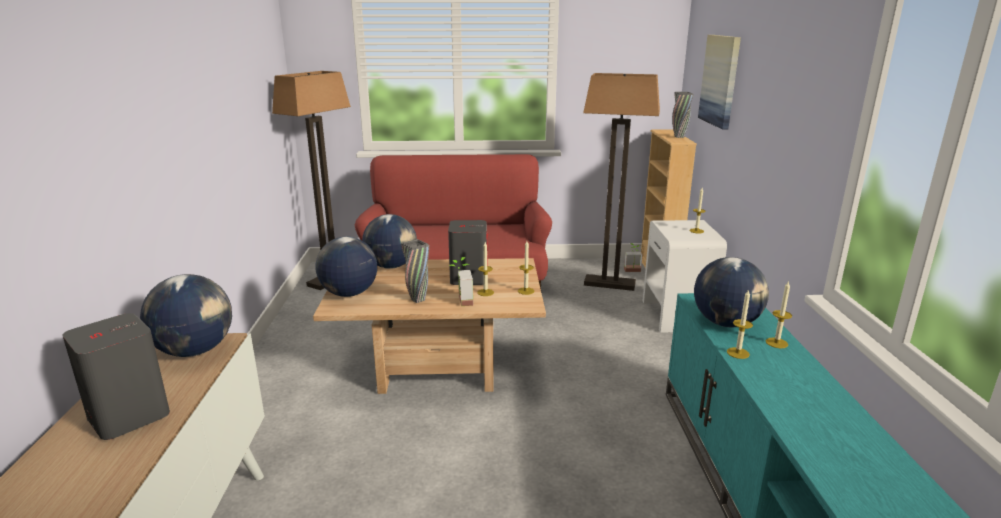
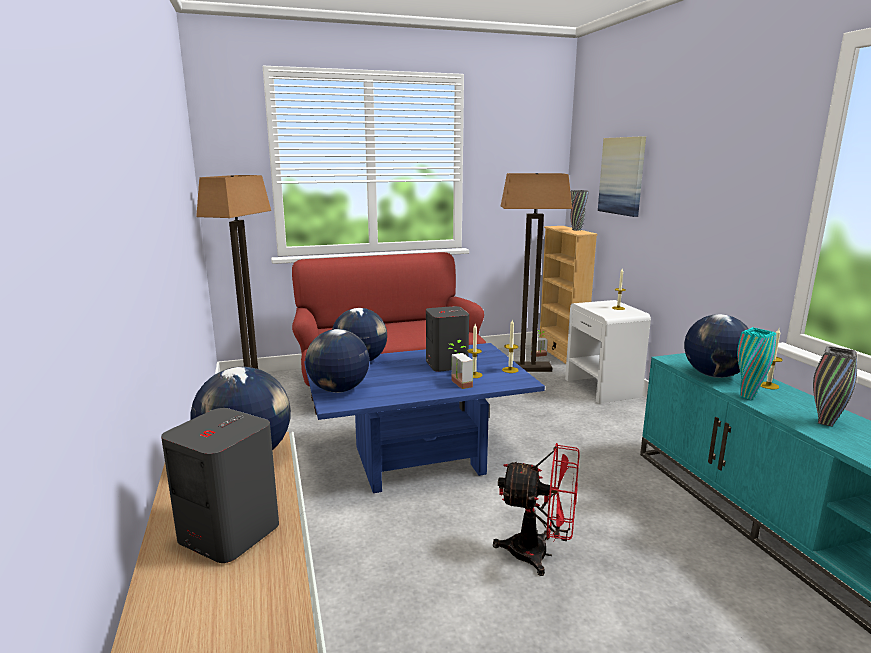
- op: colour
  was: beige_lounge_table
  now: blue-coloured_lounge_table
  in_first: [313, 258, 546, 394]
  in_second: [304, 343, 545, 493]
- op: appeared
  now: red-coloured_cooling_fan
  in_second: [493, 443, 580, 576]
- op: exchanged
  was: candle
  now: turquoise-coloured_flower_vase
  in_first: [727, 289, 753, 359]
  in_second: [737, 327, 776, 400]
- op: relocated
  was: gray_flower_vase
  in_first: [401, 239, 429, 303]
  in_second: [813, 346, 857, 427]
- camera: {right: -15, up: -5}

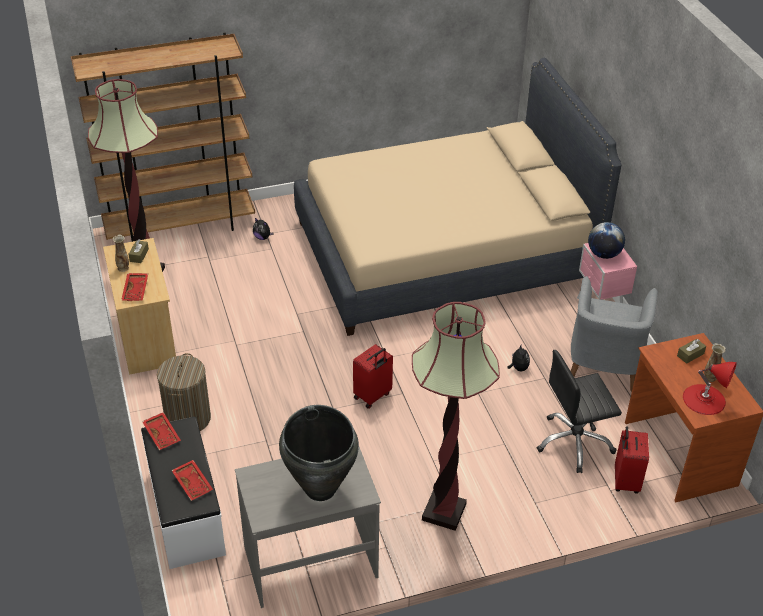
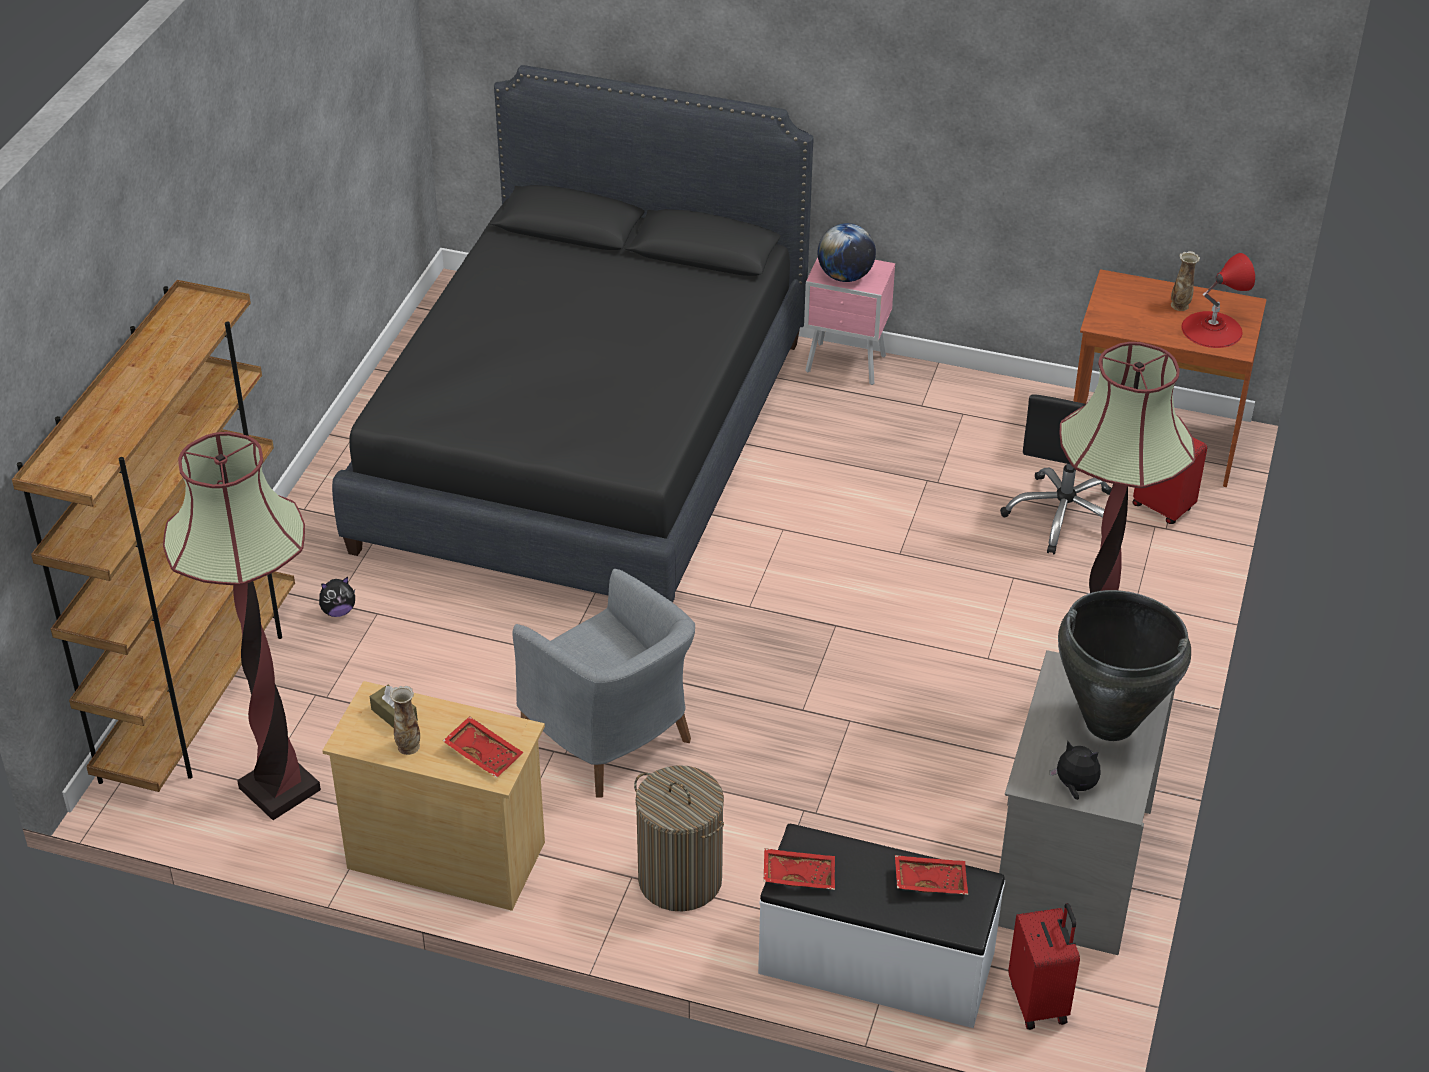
- op: colour
  was: beige_sleeping_bed
  now: black_sleeping_bed
  in_first: [294, 58, 621, 336]
  in_second: [332, 65, 814, 602]
- op: relocated
  was: gray_lounge_chair
  in_first: [571, 276, 658, 392]
  in_second: [513, 569, 695, 798]
- op: relocated
  was: red-coloured_piece_of_luggage
  in_first: [353, 344, 393, 409]
  in_second: [1008, 903, 1080, 1030]
- op: relocated
  was: soft_toy
  in_first: [507, 344, 530, 371]
  in_second: [1050, 741, 1101, 800]
- op: missing
  was: brown_tissue_box
  in_first: [677, 339, 706, 364]
- camera: {right: -55, up: 0}

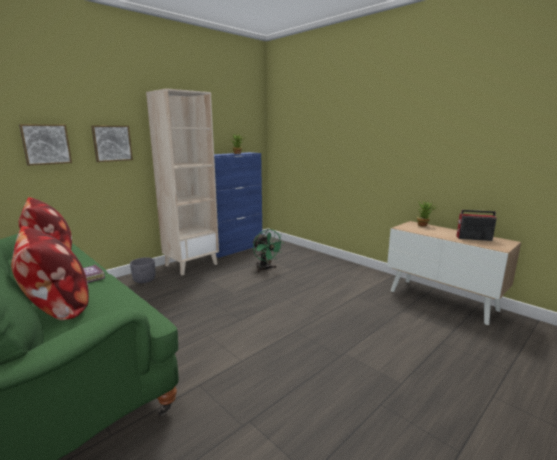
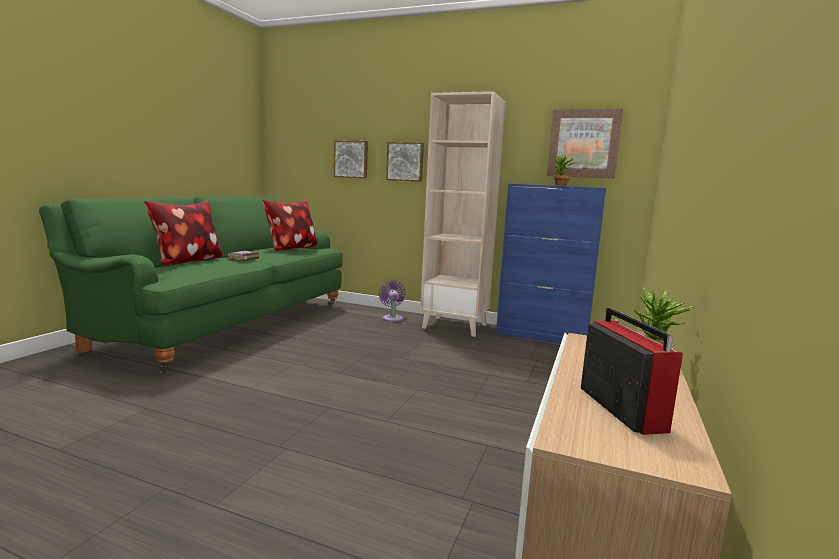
- op: exchanged
  was: gray_plant_pot
  now: purplish_cooling_fan
  in_first: [130, 257, 155, 283]
  in_second: [379, 280, 406, 322]
- op: appeared
  now: picture
  in_second: [547, 109, 623, 178]
- op: missing
  was: green-coloured_cooling_fan
  in_first: [253, 229, 284, 273]
- camera: {right: 65, up: -5}

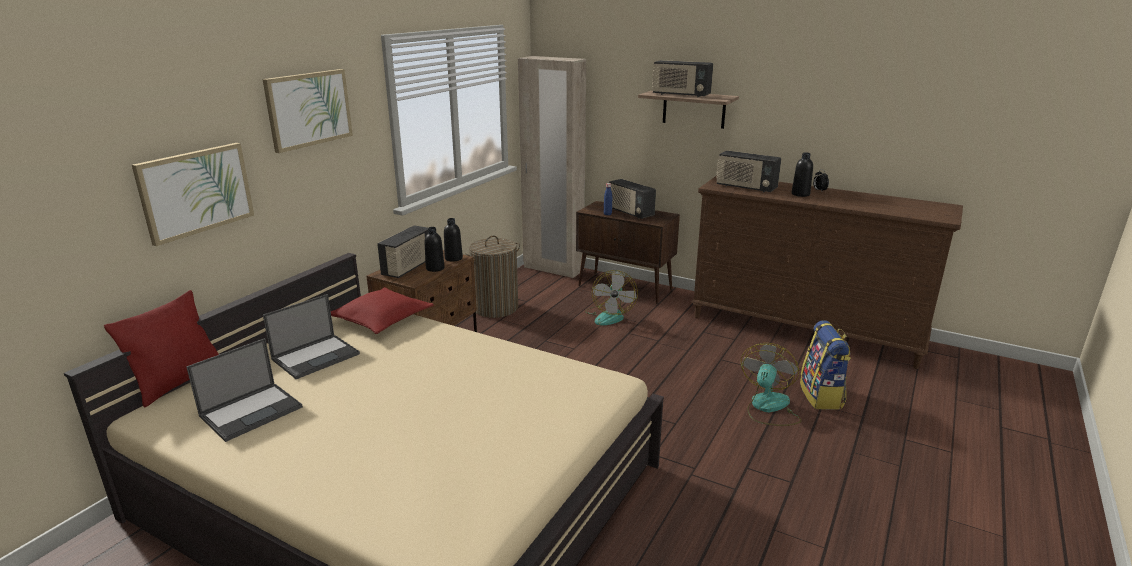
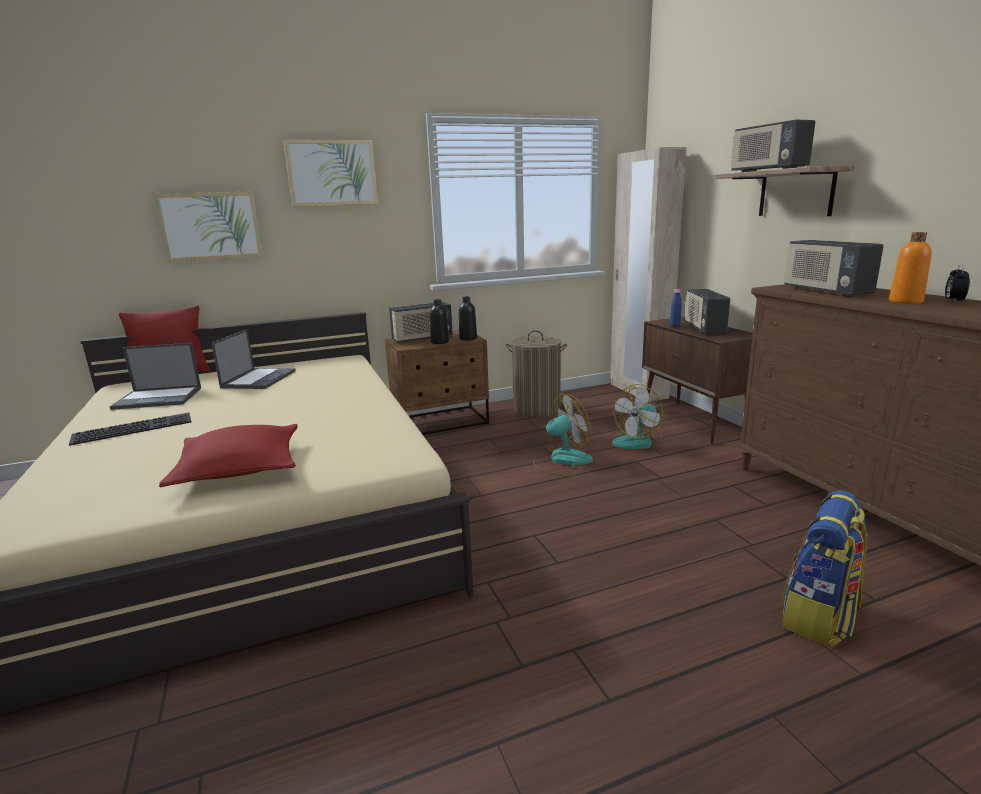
- op: appeared
  now: keyboard
  in_second: [69, 413, 192, 446]
- op: relocated
  was: red-coloured_cushion
  in_first: [331, 287, 434, 334]
  in_second: [159, 424, 298, 487]
- op: spun
  was: notebook_computer
  in_first: [263, 294, 360, 379]
  in_second: [211, 329, 296, 389]
  clockwise: -75
- op: relocated
  was: cooling_fan
  in_first: [741, 343, 802, 426]
  in_second: [533, 394, 593, 477]
- op: colour
  was: black_drink_bottle
  now: orangey_drink_bottle
  in_first: [792, 152, 813, 197]
  in_second: [889, 232, 932, 304]
- camera: {right: 40, up: -5}

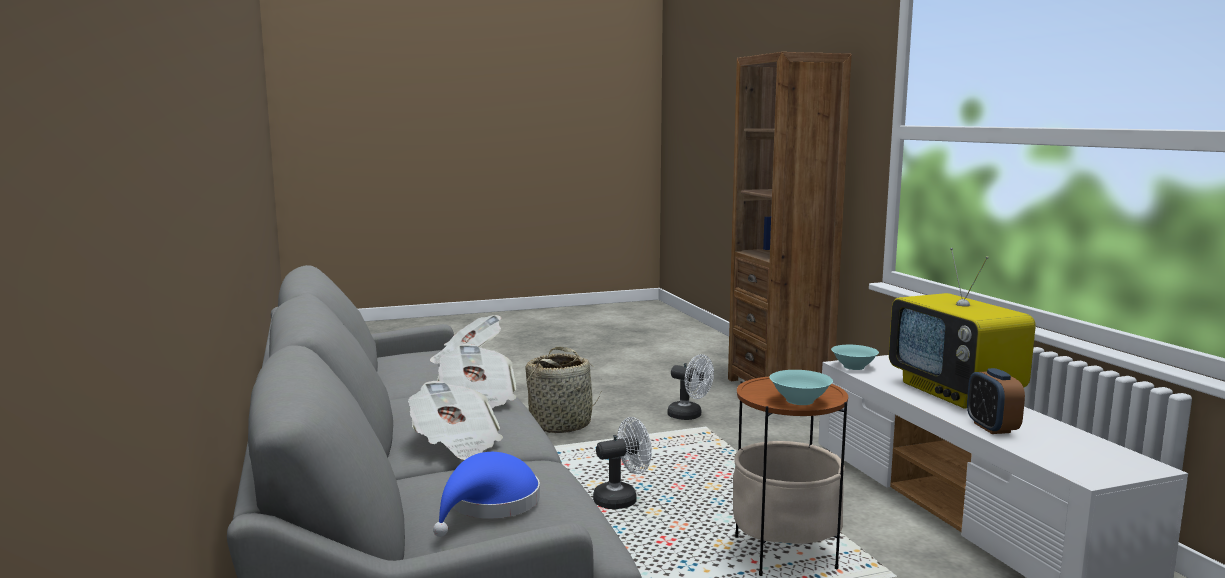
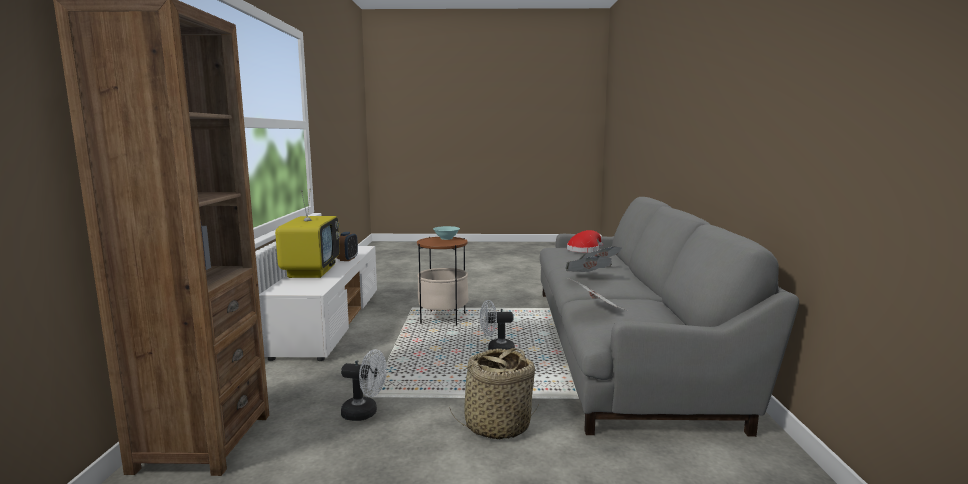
- op: spun
  was: whitish_cooling_fan
  in_first: [667, 354, 714, 420]
  in_second: [341, 349, 387, 421]
  clockwise: 135
- op: colour
  was: blue-coloured_wearable_hat
  now: red-coloured_wearable_hat
  in_first: [433, 452, 540, 537]
  in_second: [567, 230, 603, 253]
- op: missing
  was: turquoise-coloured_deep_dish
  in_first: [831, 345, 879, 370]
- camera: {right: -160, up: 0}

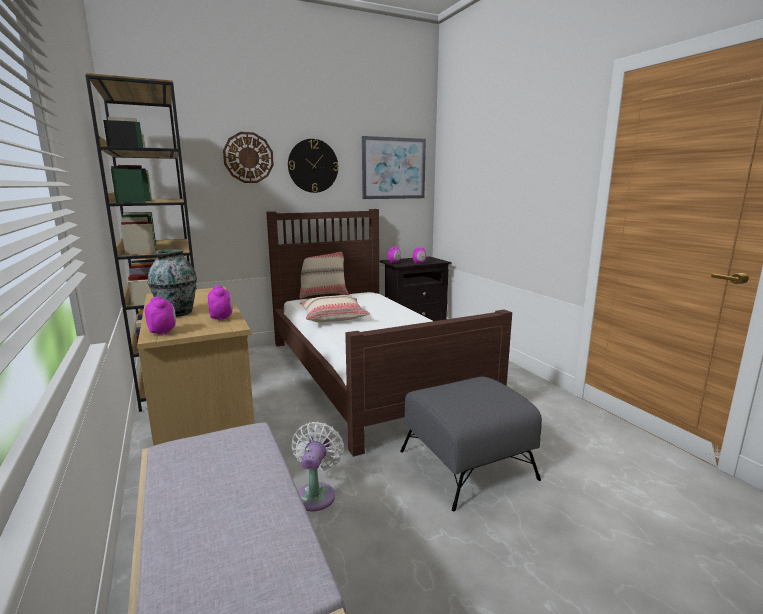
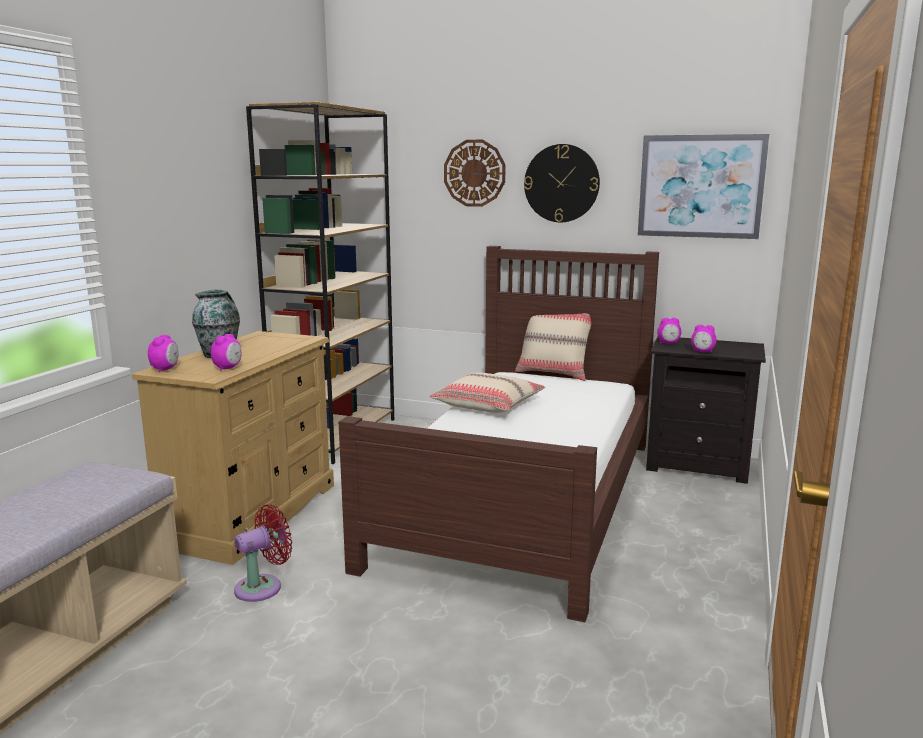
- op: colour
  was: whitish_cooling_fan
  now: red-coloured_cooling_fan
  in_first: [292, 422, 344, 512]
  in_second: [234, 504, 292, 602]
- op: missing
  was: gray_ottoman
  in_first: [400, 377, 542, 511]
- camera: {right: 45, up: 0}

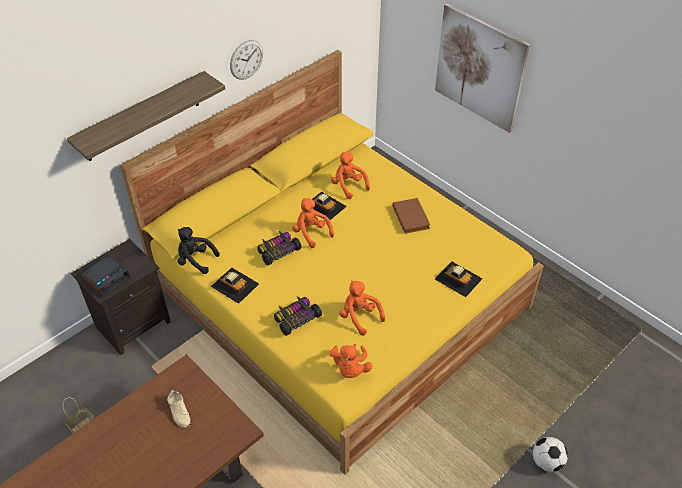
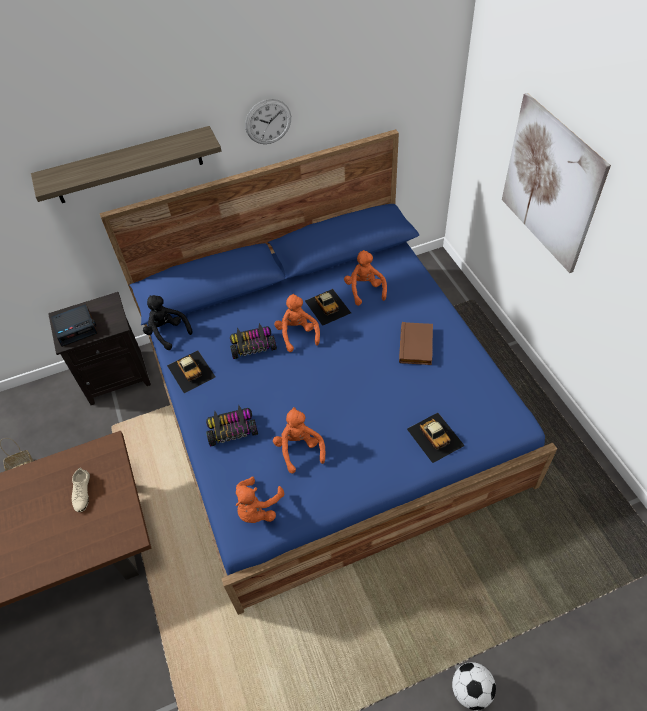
- op: colour
  was: yellow_sleeping_bed
  now: blue-coloured_sleeping_bed
  in_first: [120, 50, 544, 475]
  in_second: [100, 129, 557, 615]
- camera: {right: 25, up: 5}

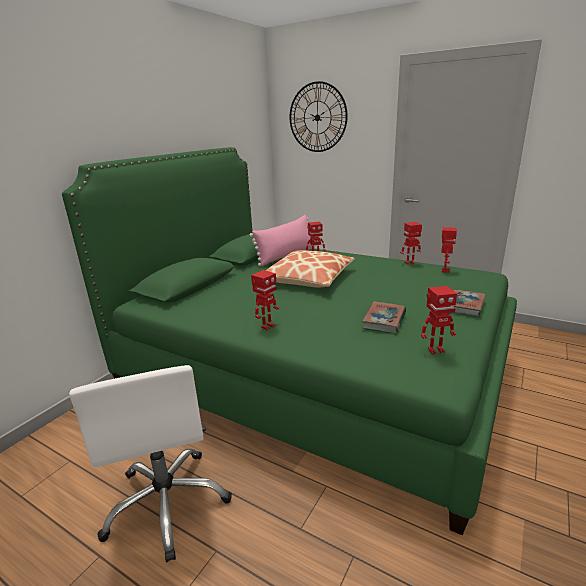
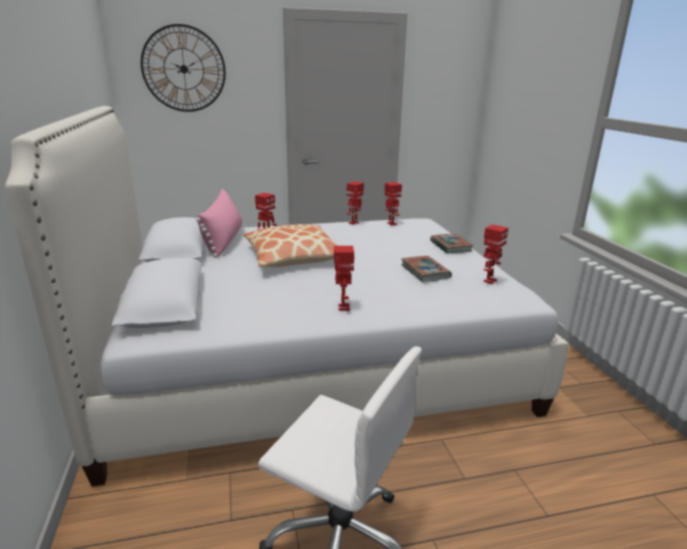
- op: colour
  was: green-coloured_sleeping_bed
  now: whitish_sleeping_bed
  in_first: [62, 147, 517, 536]
  in_second: [5, 106, 569, 486]
- camera: {right: -45, up: 0}

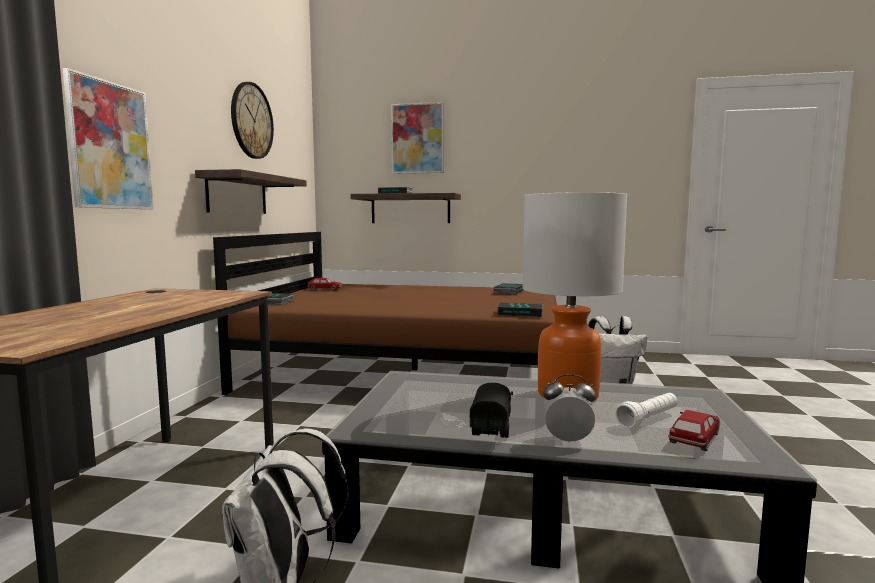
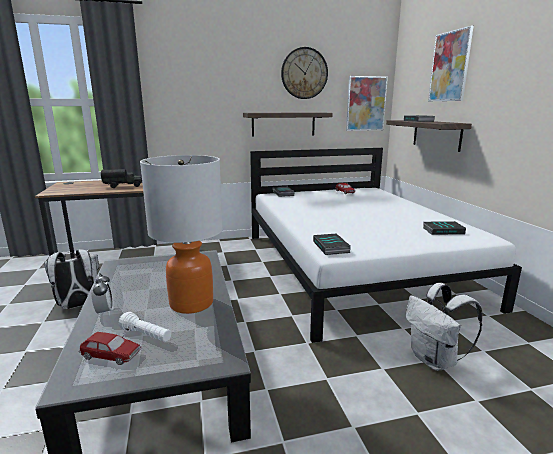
- op: relocated
  was: model_truck
  in_first: [469, 383, 513, 438]
  in_second: [101, 169, 142, 188]
- op: colour
  was: brown_sleeping_bed
  now: whitish_sleeping_bed
  in_first: [213, 232, 557, 395]
  in_second: [250, 148, 522, 343]
- op: relocated
  was: picture
  in_first: [63, 68, 154, 209]
  in_second: [346, 76, 388, 131]
- camera: {right: 65, up: 10}

